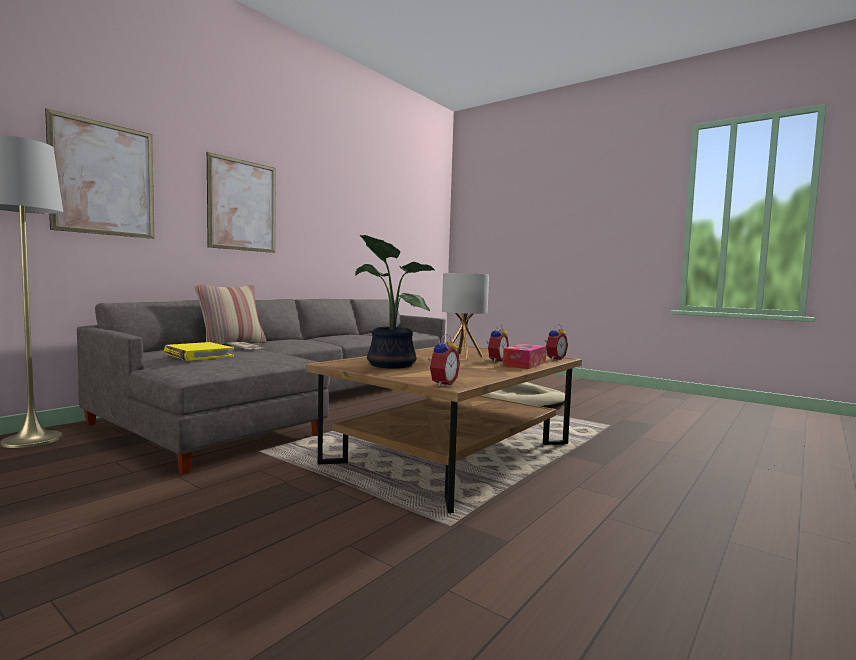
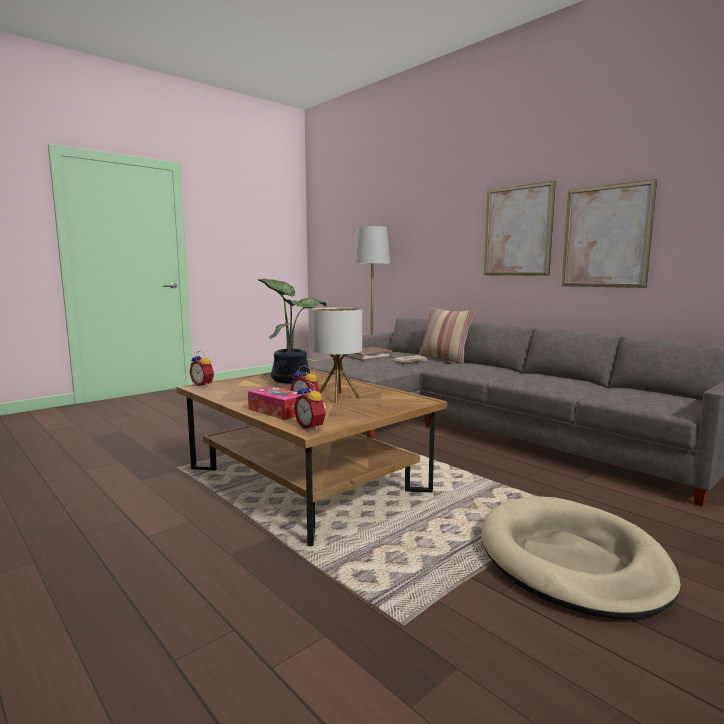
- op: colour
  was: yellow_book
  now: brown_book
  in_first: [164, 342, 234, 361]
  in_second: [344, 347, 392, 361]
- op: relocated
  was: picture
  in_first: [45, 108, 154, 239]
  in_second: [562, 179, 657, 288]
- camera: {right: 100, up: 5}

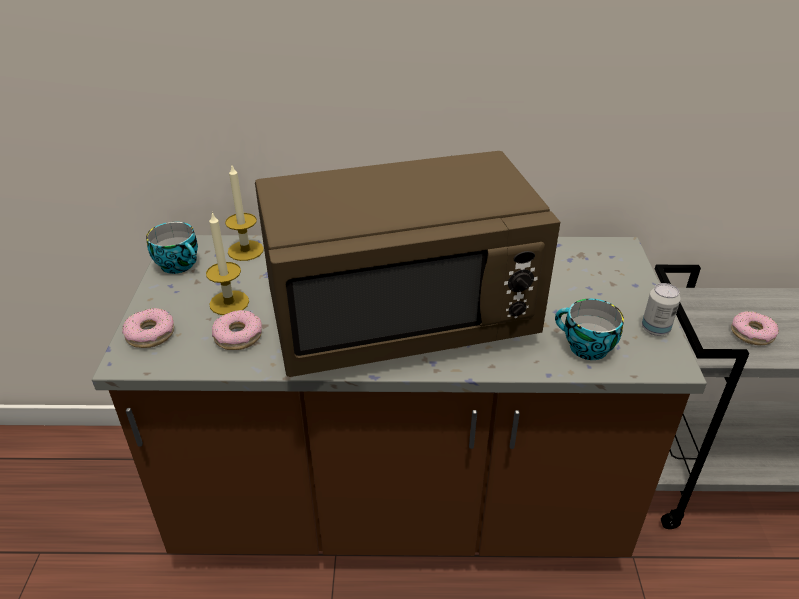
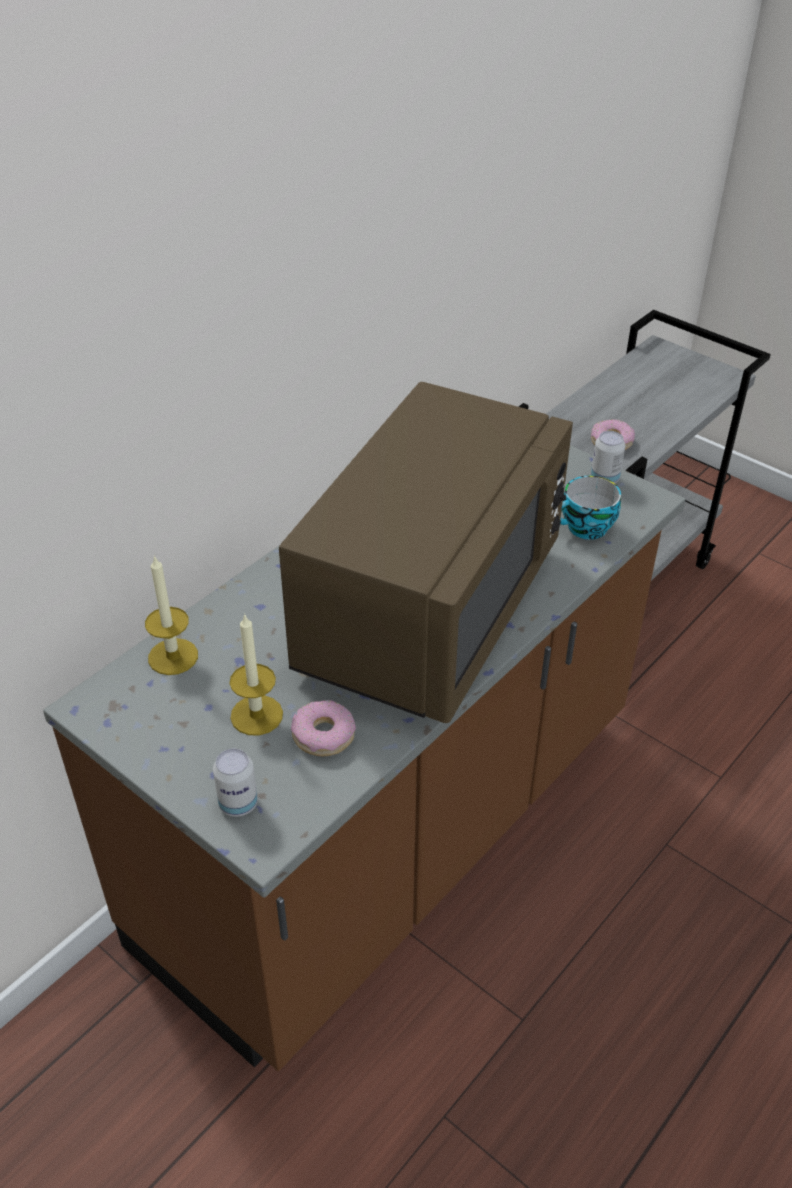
- op: exchanged
  was: doughnut
  now: sealed_can
  in_first: [122, 308, 174, 348]
  in_second: [213, 749, 258, 817]
- op: missing
  was: small_cup
  in_first: [146, 222, 198, 274]
- camera: {right: -50, up: 5}

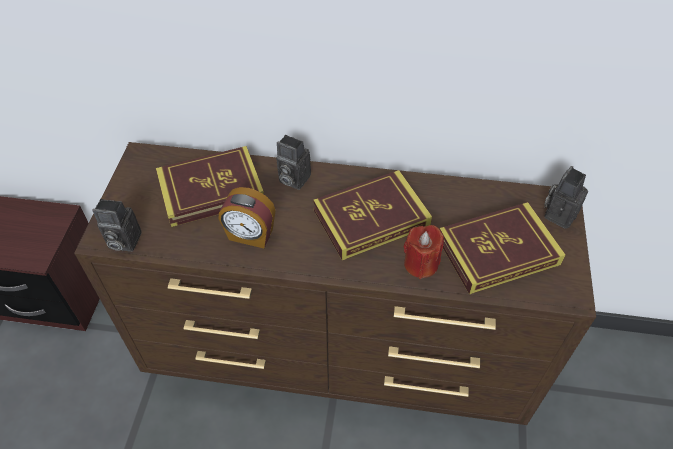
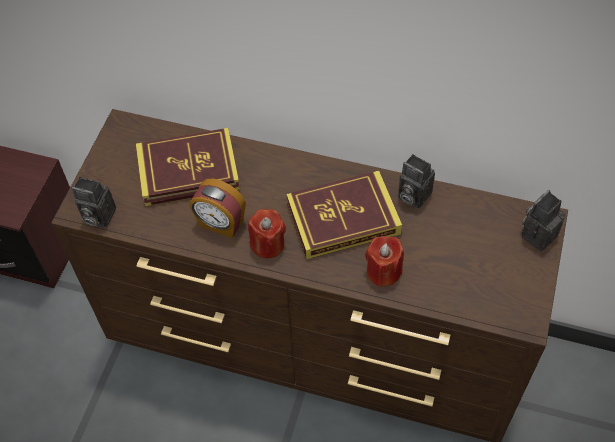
- op: appeared
  now: red-coloured_candle
  in_second: [248, 209, 286, 258]
- op: relocated
  was: photo_camera
  in_first: [276, 135, 311, 190]
  in_second: [398, 154, 435, 209]
- op: missing
  was: book
  in_first: [439, 202, 566, 294]
- camera: {right: 10, up: 5}

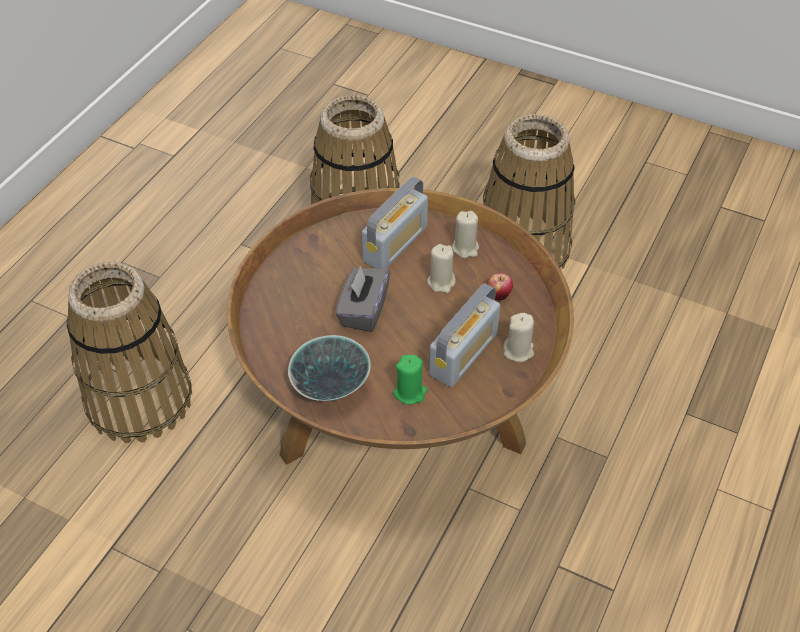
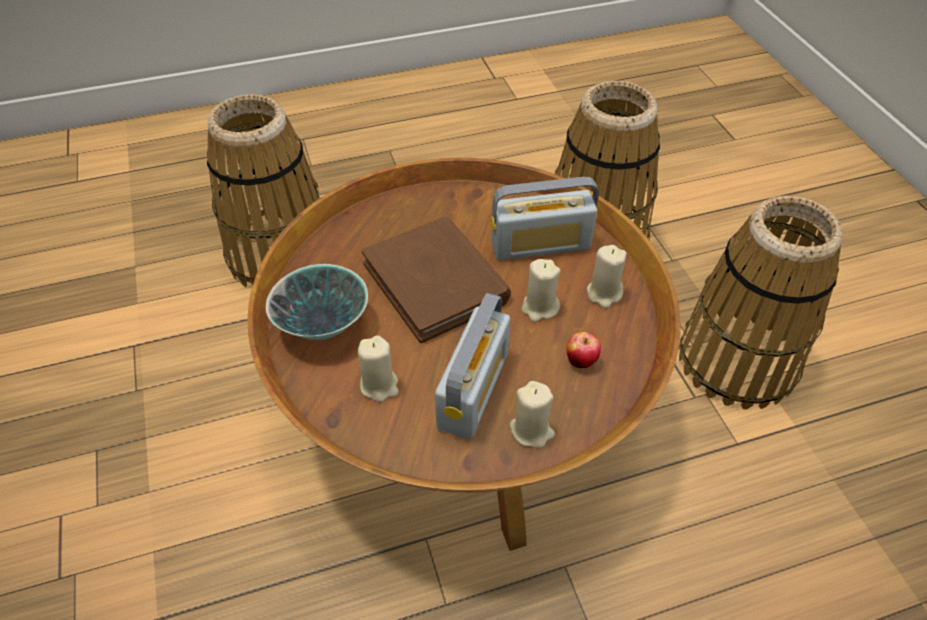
- op: colour
  was: green-coloured_candle
  now: beige_candle
  in_first: [393, 355, 427, 405]
  in_second: [358, 335, 399, 402]
- op: exchanged
  was: gray_tissue_box
  now: brown_book
  in_first: [335, 266, 390, 332]
  in_second: [362, 216, 511, 343]
- op: spun
  was: radio_set
  in_first: [429, 283, 500, 387]
  in_second: [435, 293, 511, 439]
  clockwise: -60
- camera: {right: 45, up: 0}

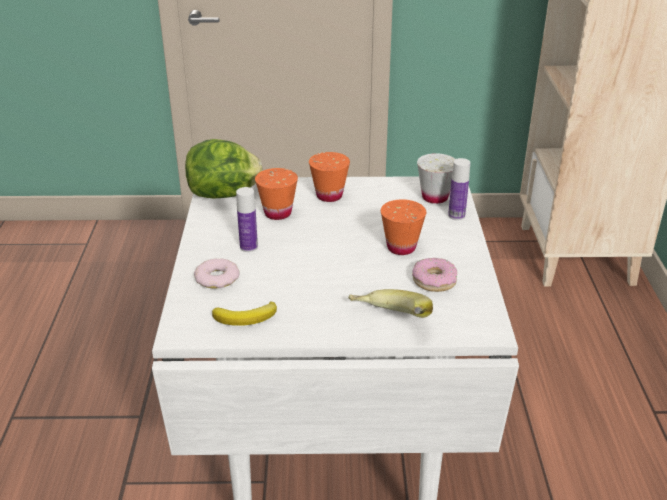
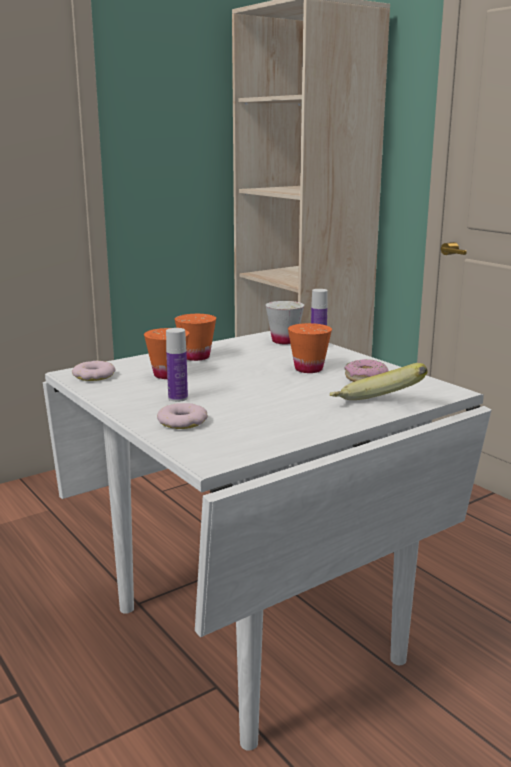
- op: exchanged
  was: lettuce_head
  now: doughnut
  in_first: [185, 139, 262, 198]
  in_second: [72, 361, 116, 381]
- op: missing
  was: whole_banana
  in_first: [212, 301, 277, 326]
- camera: {right: -35, up: -15}

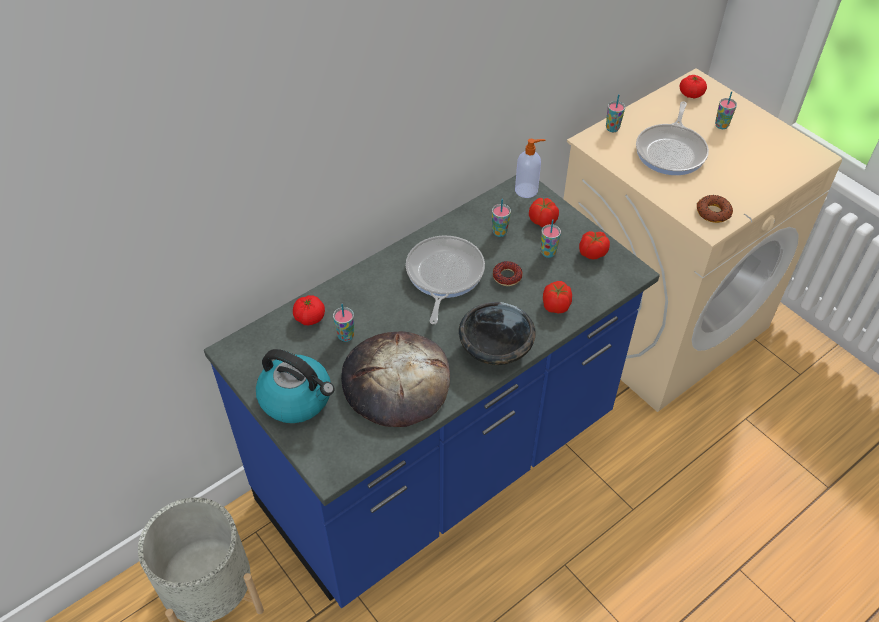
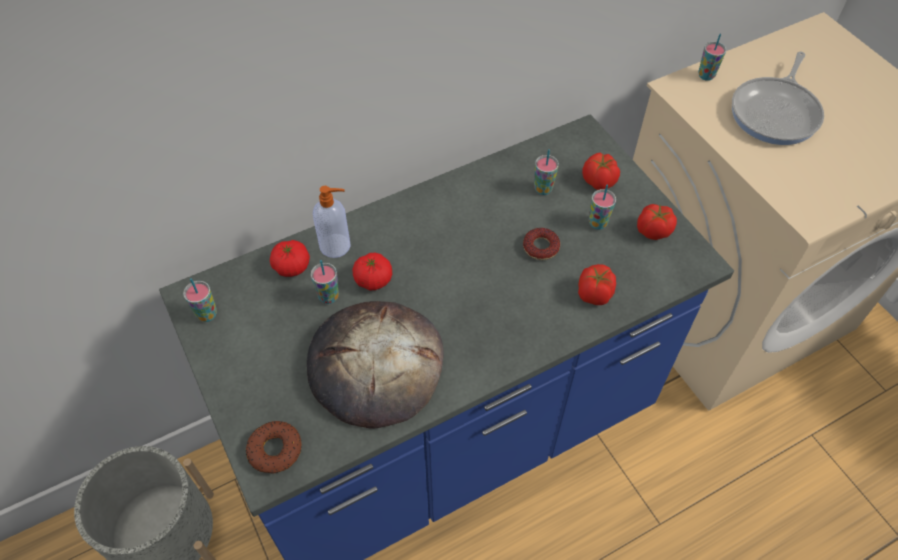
- op: relocated
  was: small_cup
  in_first: [715, 91, 737, 129]
  in_second: [183, 278, 217, 322]
- op: relocated
  was: doughnut
  in_first: [697, 195, 733, 223]
  in_second: [246, 421, 302, 474]
- op: relocated
  was: soap_bottle
  in_first: [515, 139, 545, 198]
  in_second: [313, 186, 351, 258]
- op: relocated
  was: fresh_tomato
  in_first: [680, 75, 707, 98]
  in_second: [353, 253, 392, 291]
- op: missing
  was: tea_kettle
  in_first: [256, 349, 334, 423]
- op: missing
  was: skillet
  in_first: [406, 235, 485, 324]
- op: missing
  was: black_deep_dish
  in_first: [459, 302, 536, 365]
- camera: {right: 10, up: 5}

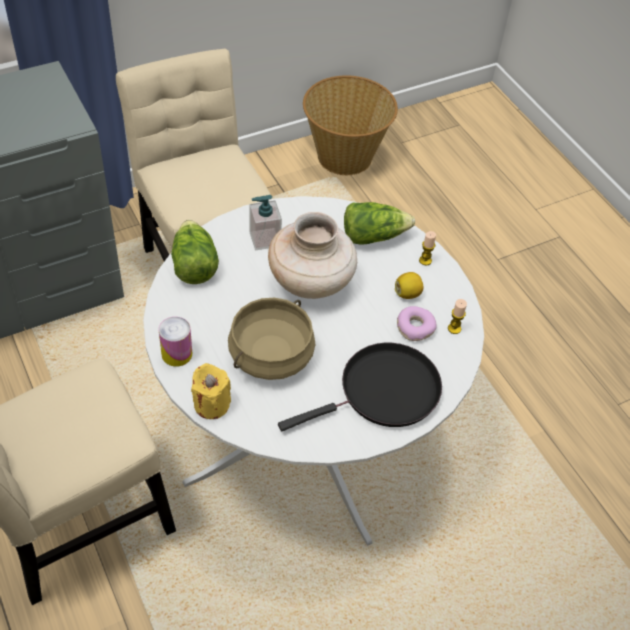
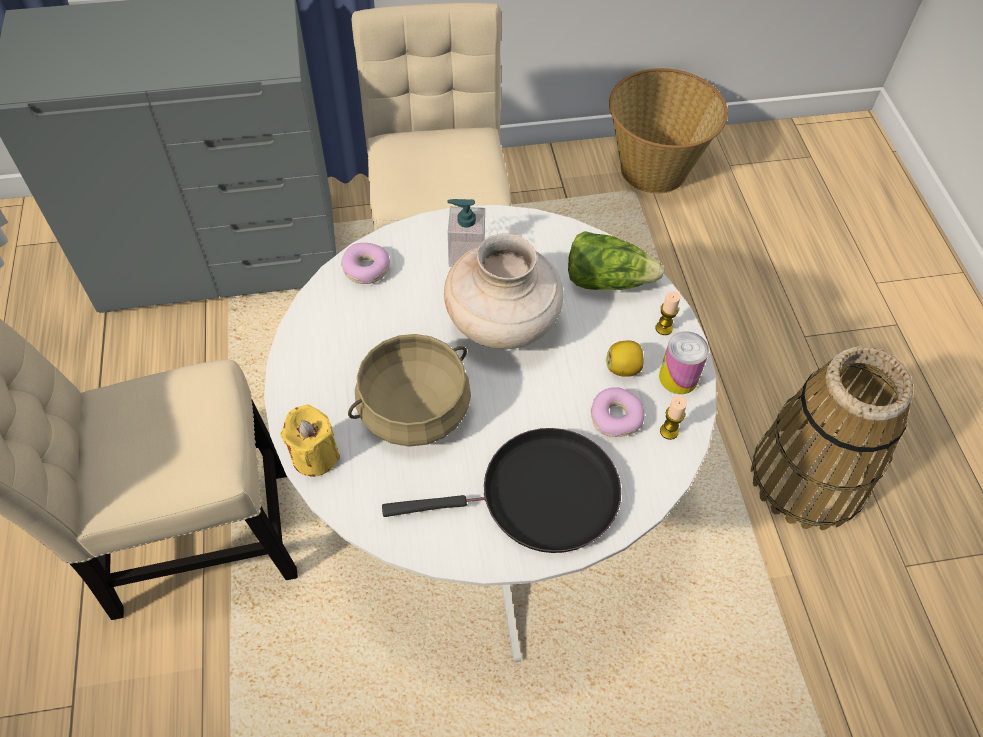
- op: exchanged
  was: lettuce_head
  now: doughnut
  in_first: [171, 219, 219, 284]
  in_second: [341, 243, 390, 284]
- op: relocated
  was: sealed_can
  in_first: [159, 317, 192, 367]
  in_second: [659, 331, 709, 394]
- op: appeared
  now: basket
  in_second: [751, 346, 913, 530]
- camera: {right: 20, up: 5}

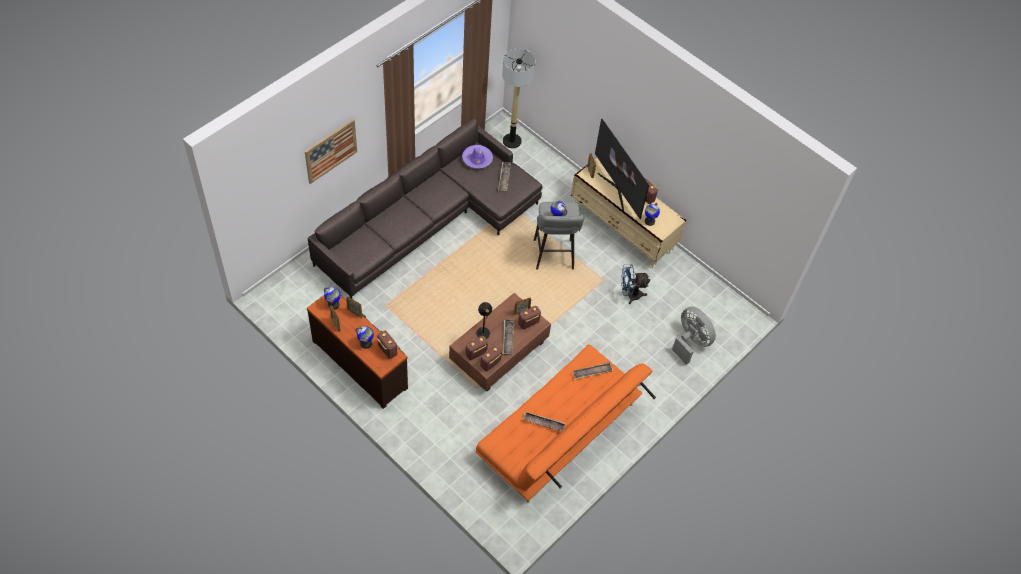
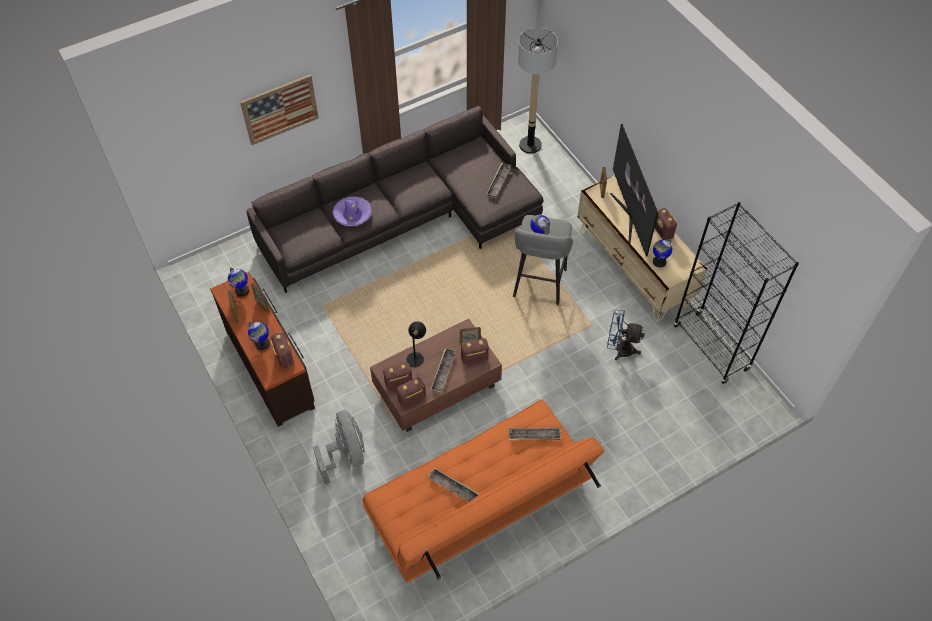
- op: relocated
  was: gray_cooling_fan
  in_first: [672, 307, 716, 365]
  in_second: [313, 410, 365, 484]
- op: relocated
  was: purplish_wearable_hat
  in_first: [462, 145, 493, 169]
  in_second: [333, 196, 372, 226]
- op: appeared
  now: black_bookcase
  in_second: [674, 202, 799, 384]
- camera: {right: 20, up: 0}

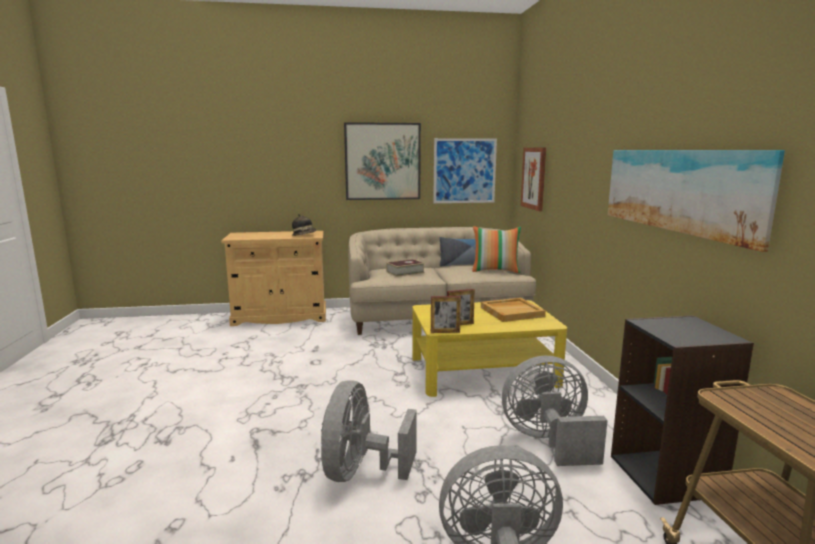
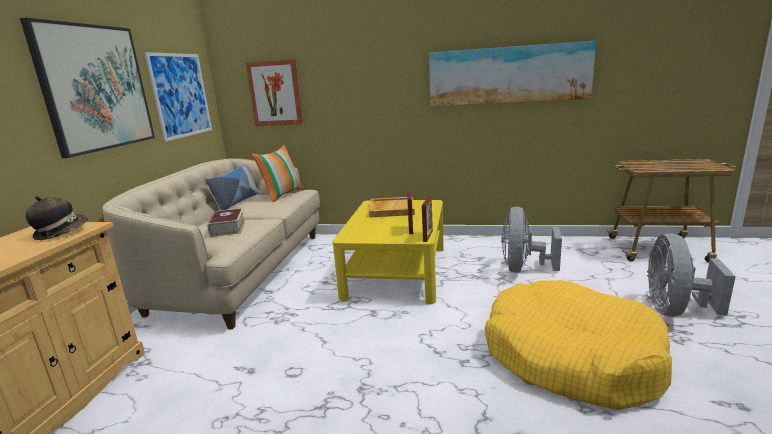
- op: exchanged
  was: gray_cooling_fan
  now: yellow_dog_bed
  in_first: [321, 380, 417, 482]
  in_second: [485, 280, 672, 410]
- op: missing
  was: black_bookcase
  in_first: [611, 315, 754, 505]
- camera: {right: -70, up: 5}

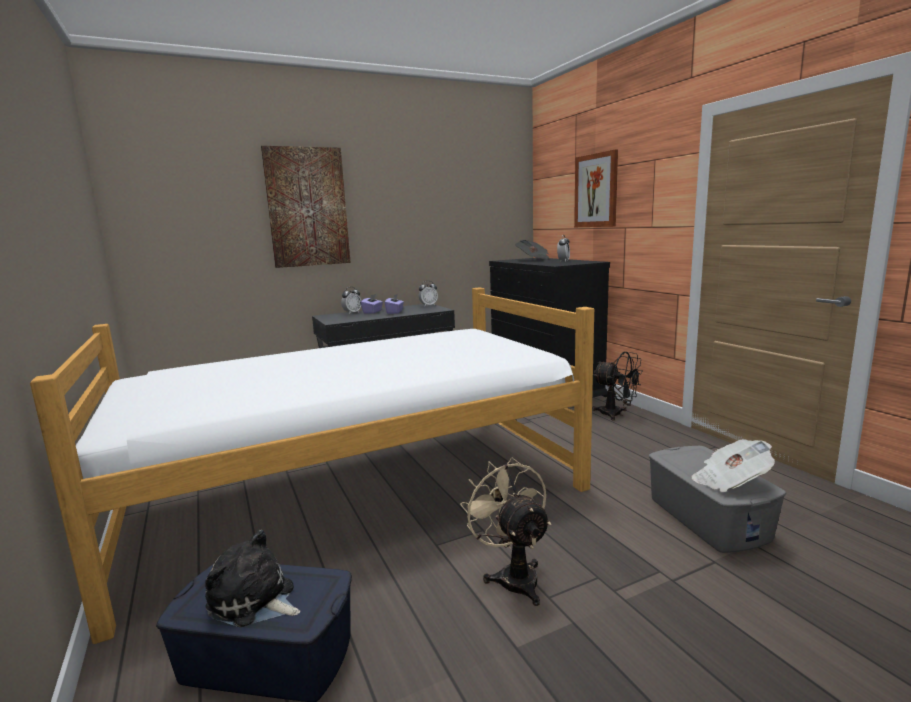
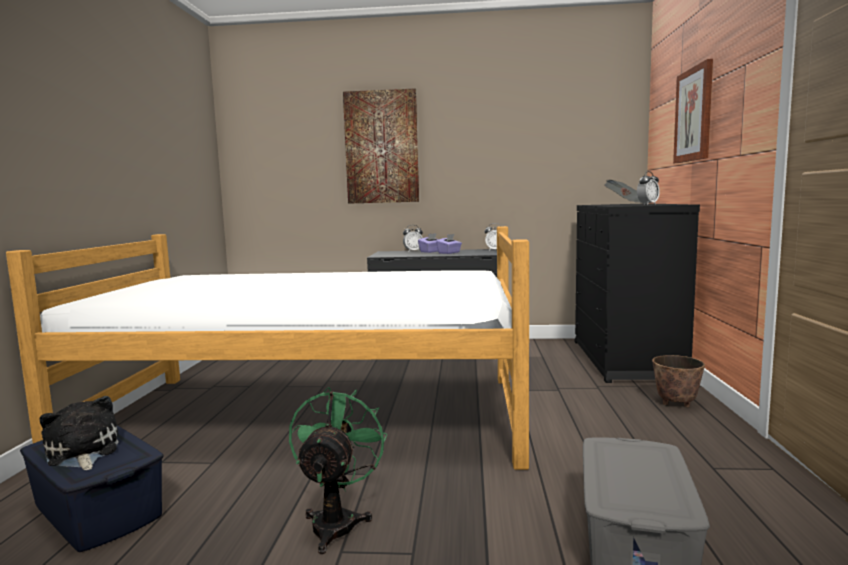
- op: colour
  was: beige_cooling_fan
  now: green-coloured_cooling_fan
  in_first: [460, 458, 551, 606]
  in_second: [289, 387, 388, 554]
- op: exchanged
  was: black_cooling_fan
  now: plant_pot
  in_first: [592, 352, 642, 421]
  in_second: [652, 355, 705, 407]
- op: missing
  was: printed_paper
  in_first: [692, 439, 775, 492]
- camera: {right: 30, up: -5}

